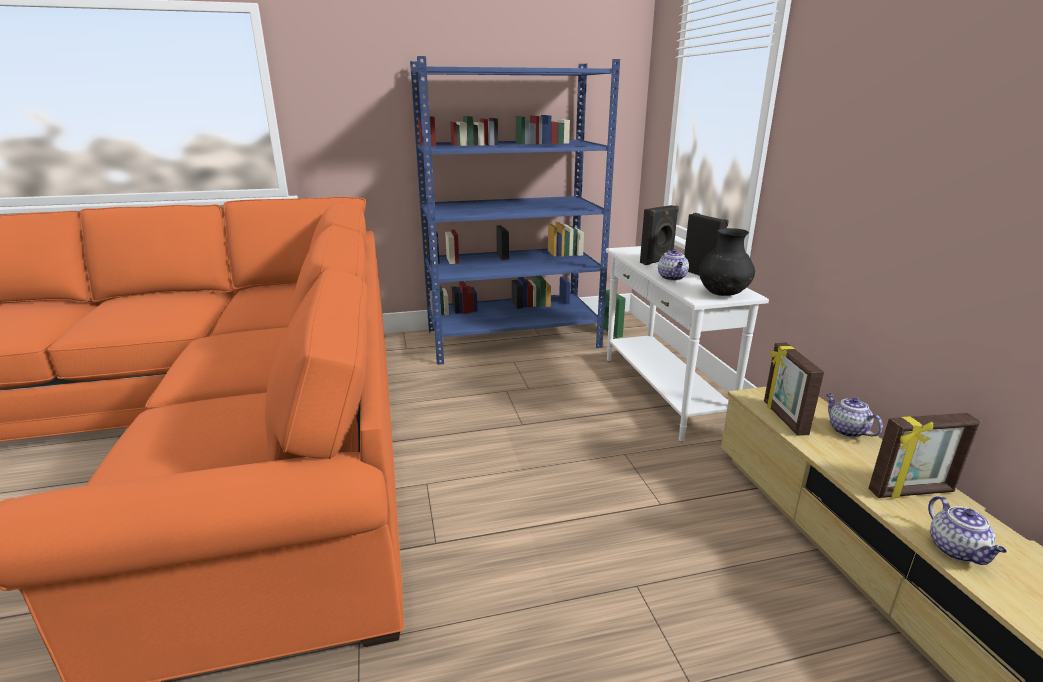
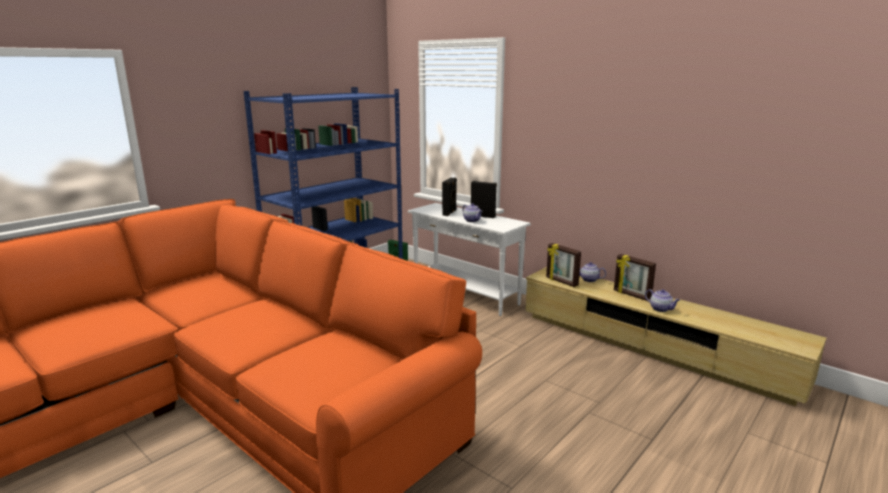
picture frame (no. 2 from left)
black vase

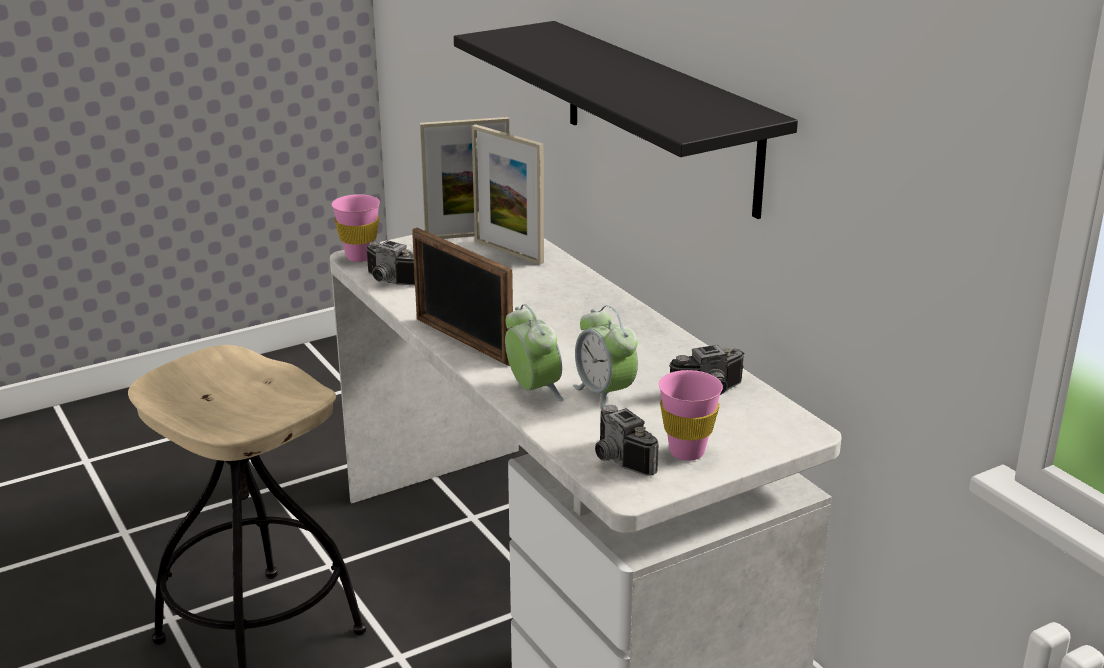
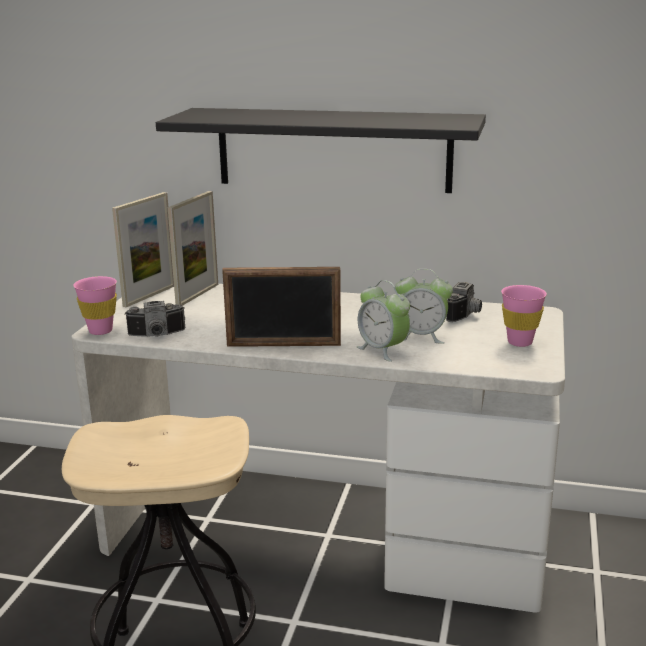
picture frame (no. 2 from left)
alarm clock (no. 1 from left)
photo camera (no. 2 from left in the first image)

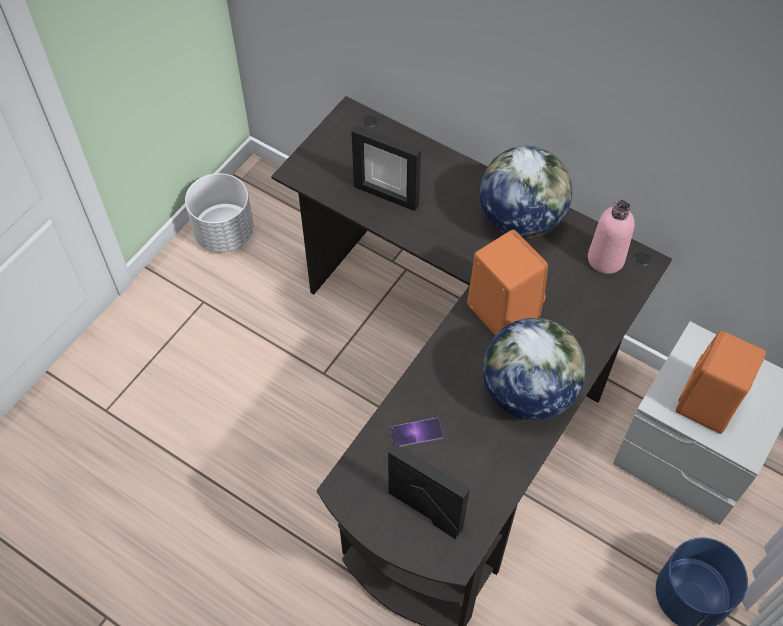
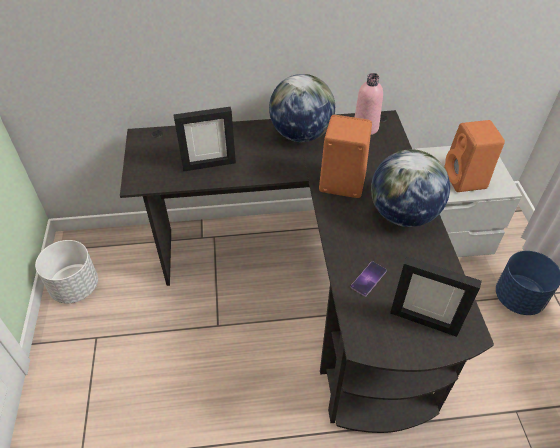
picture frame (no. 2 from left)

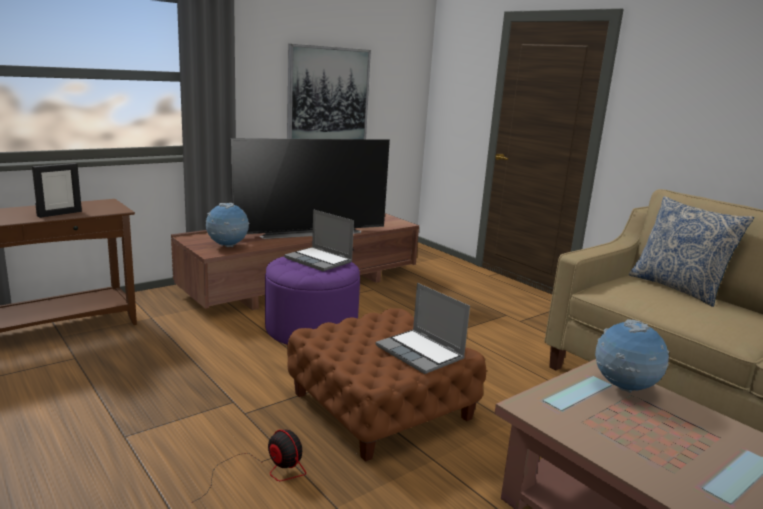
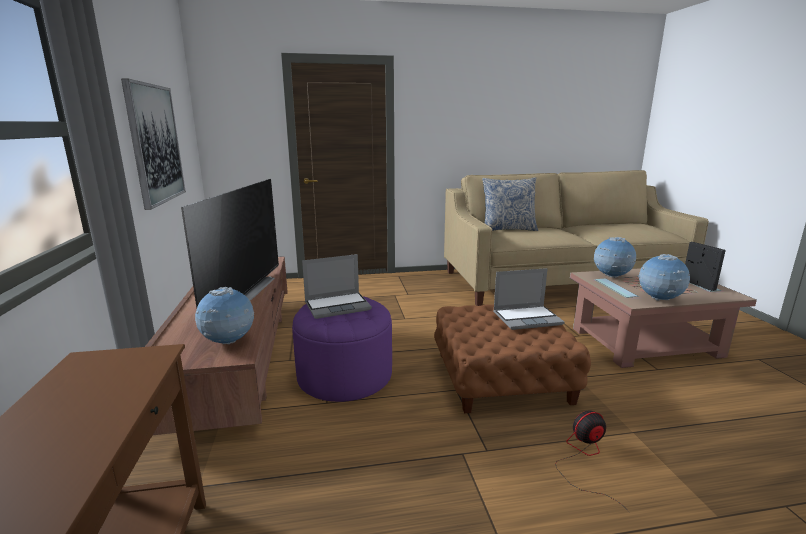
globe (no. 3 from left)
picture frame

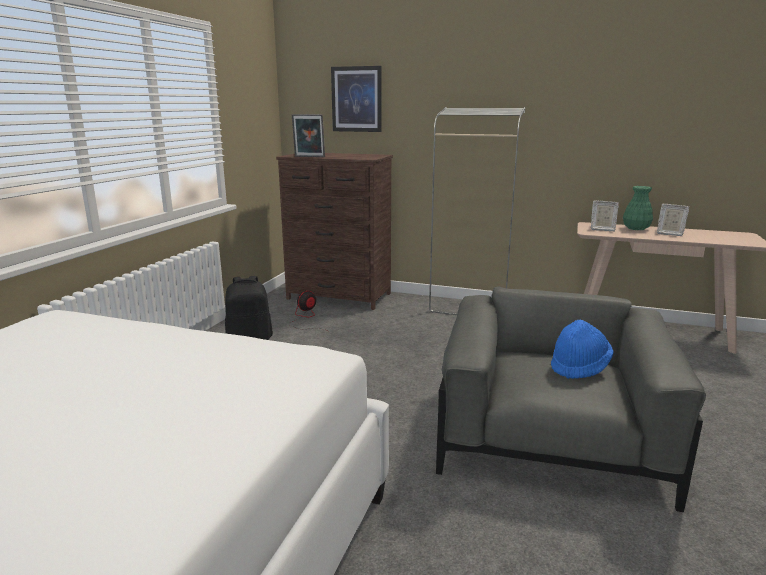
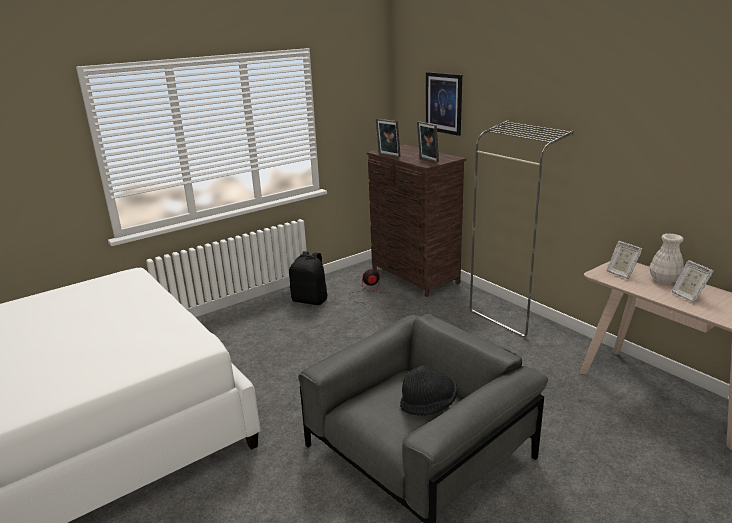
black hat
picture frame (no. 2 from left)
white vase

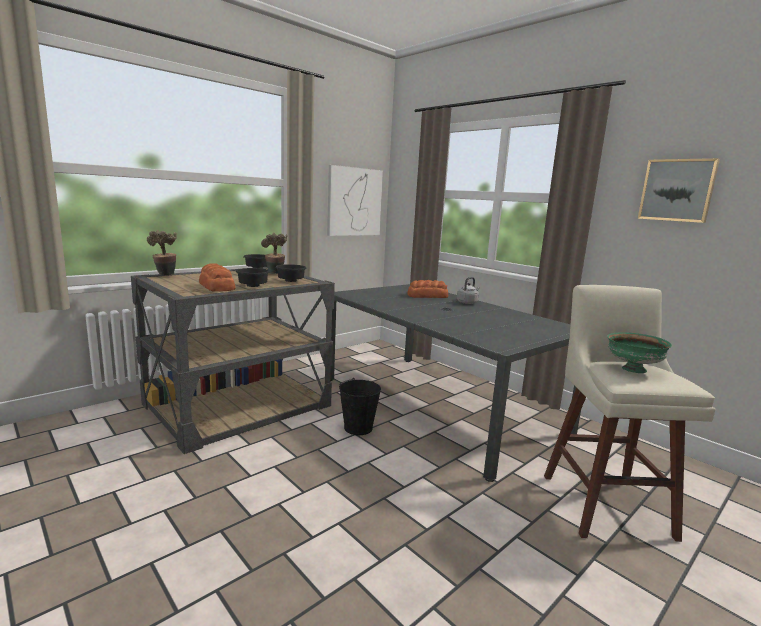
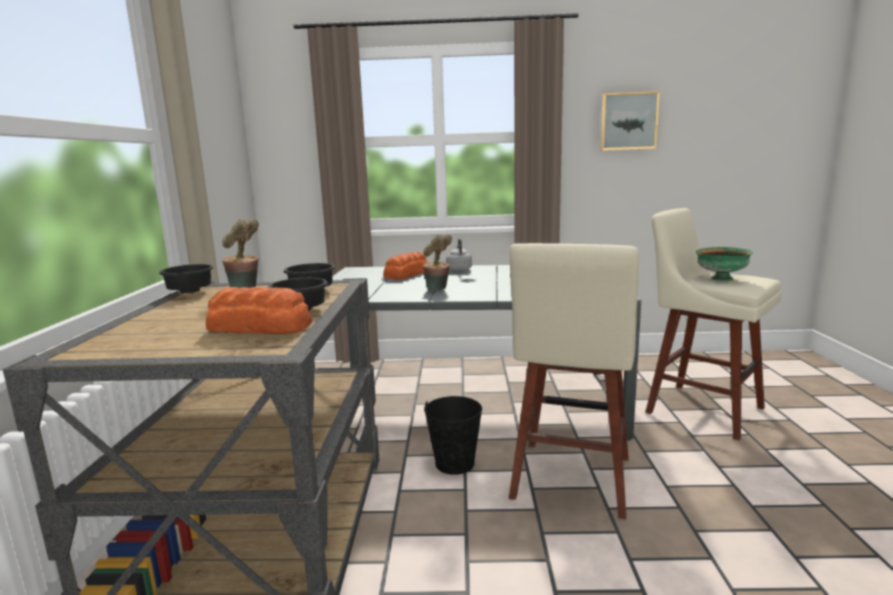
potted plant (no. 2 from left)
beige stool (no. 1 from left)
picture (no. 1 from left in the first image)

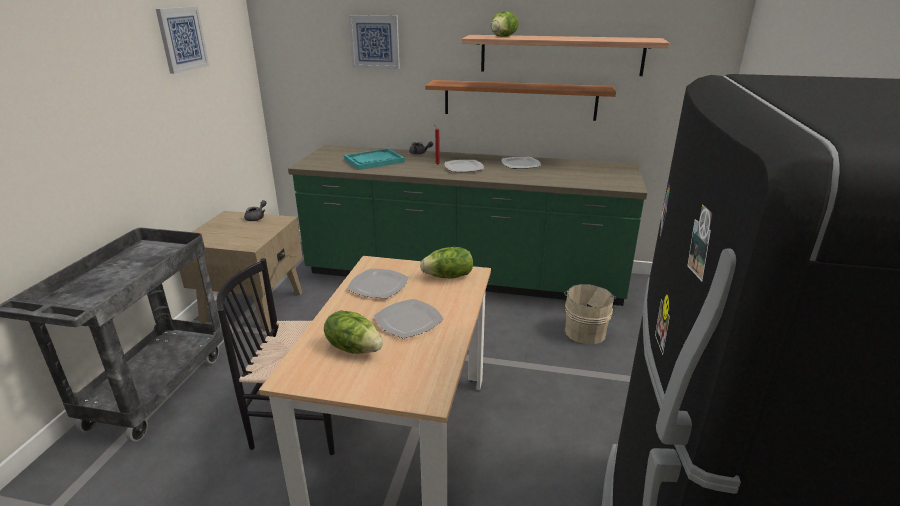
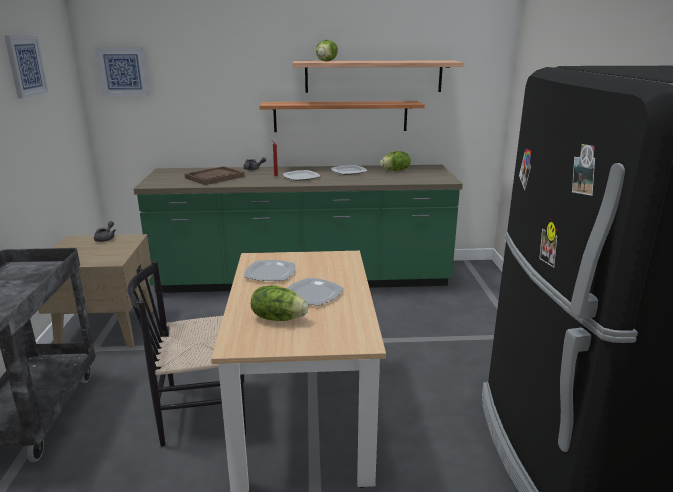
picture (no. 2 from left)
brown tray
lettuce (no. 3 from left)
beige bucket

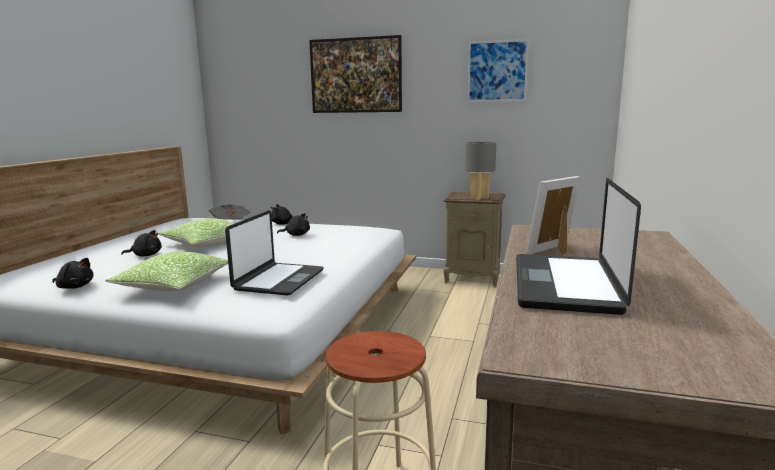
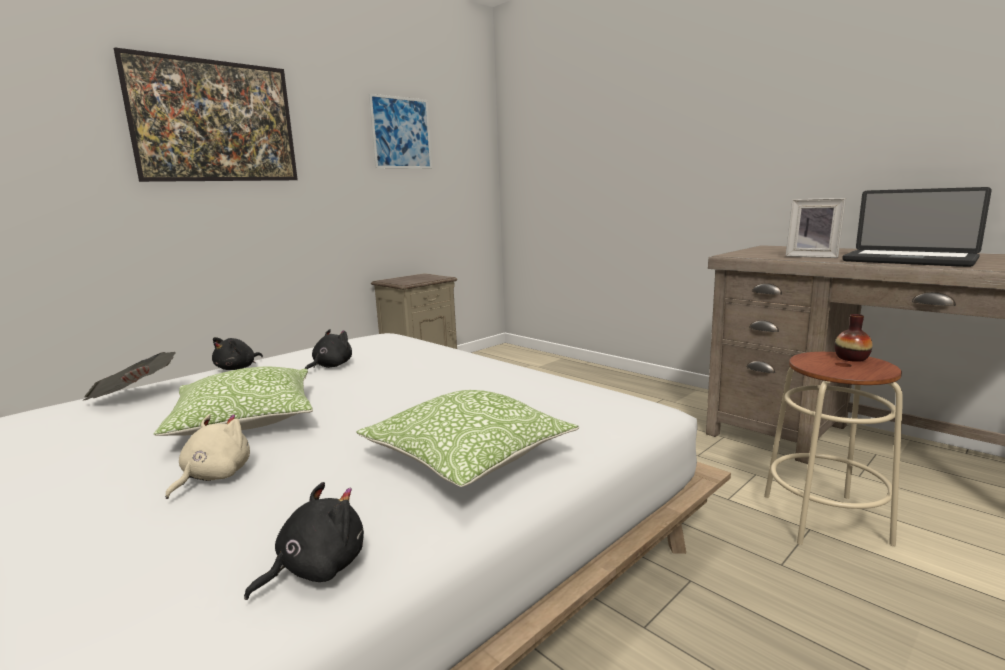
beige plush toy
picture frame
vase
laptop (no. 1 from left in the first image)
grey table lamp

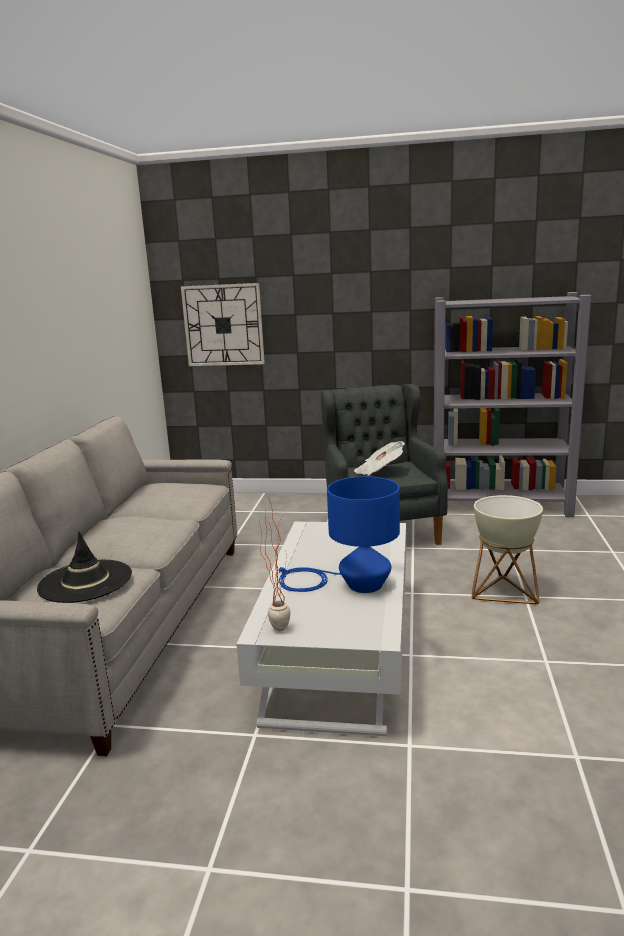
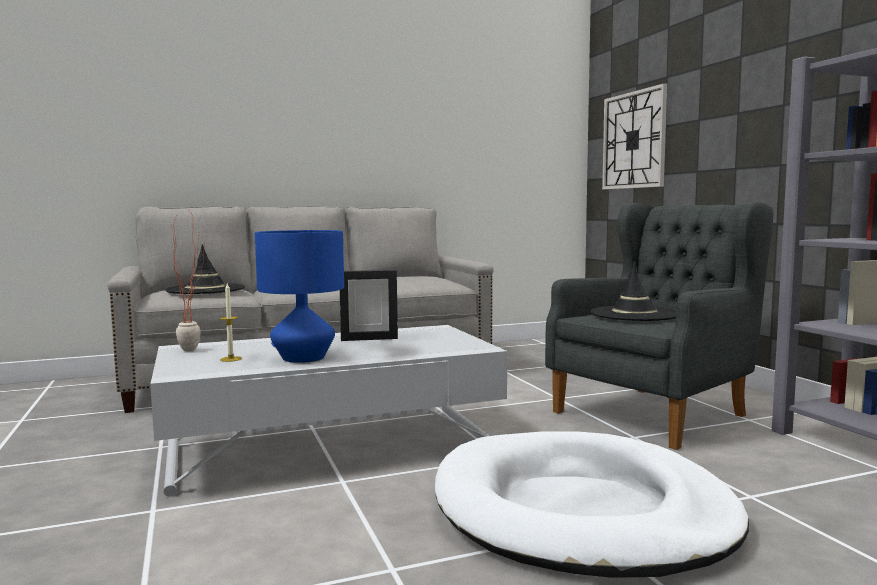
candle
picture frame
white dog bed
black hat (no. 2 from left)

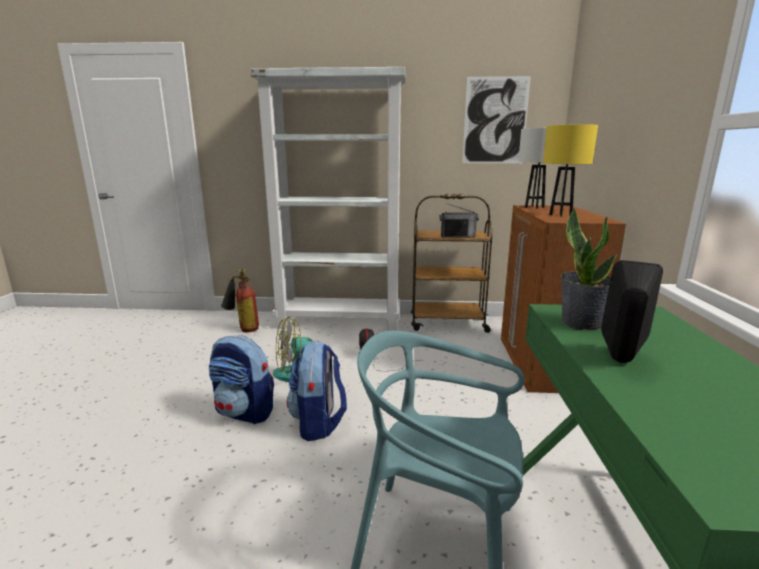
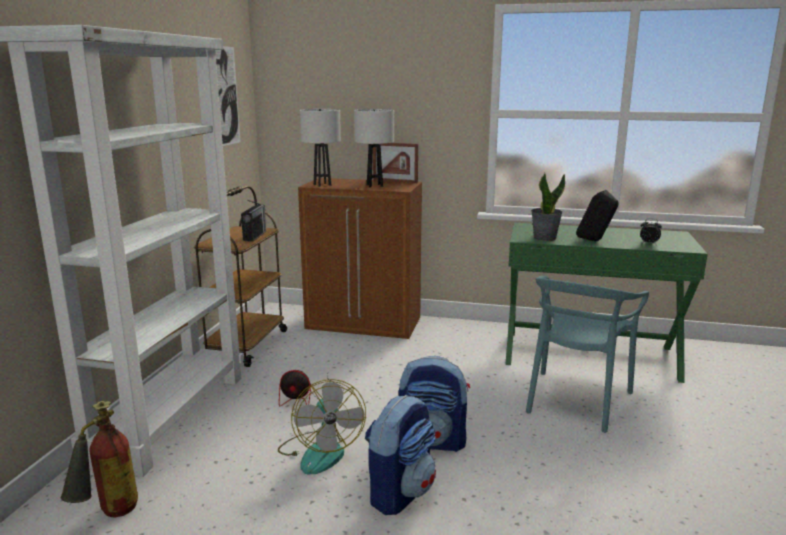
white table lamp (no. 2 from left)
picture frame
alarm clock

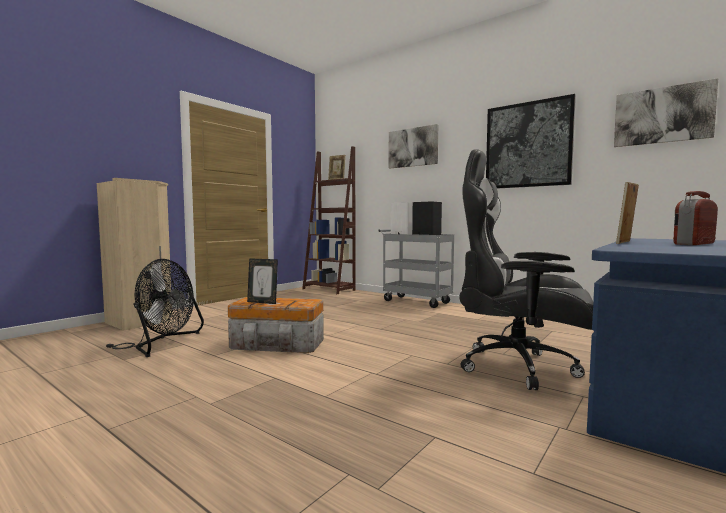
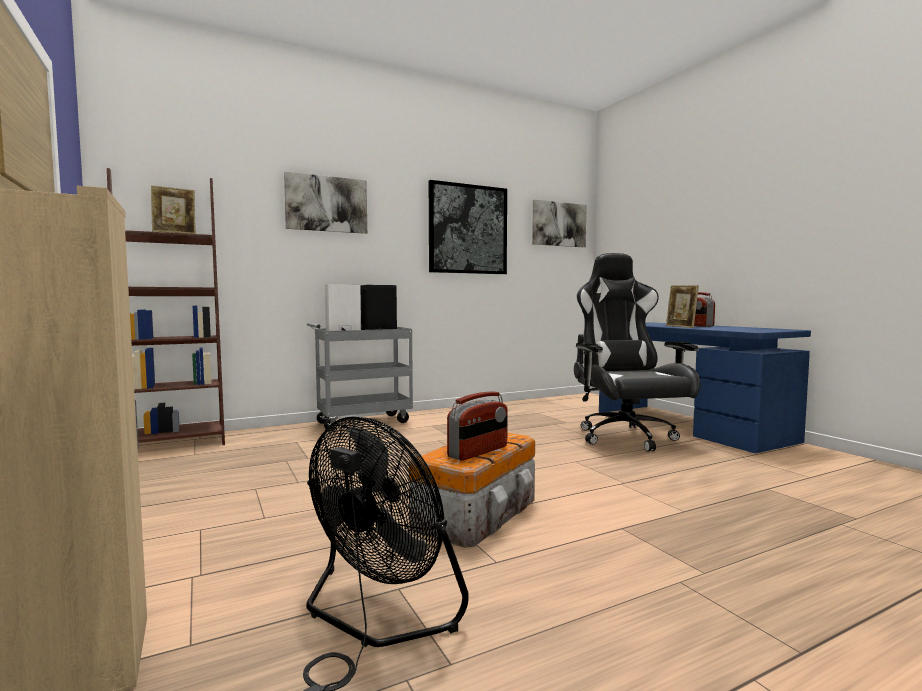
radio (no. 1 from left)
black office chair

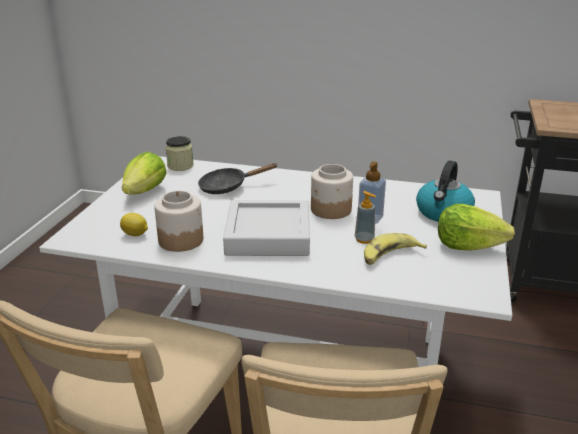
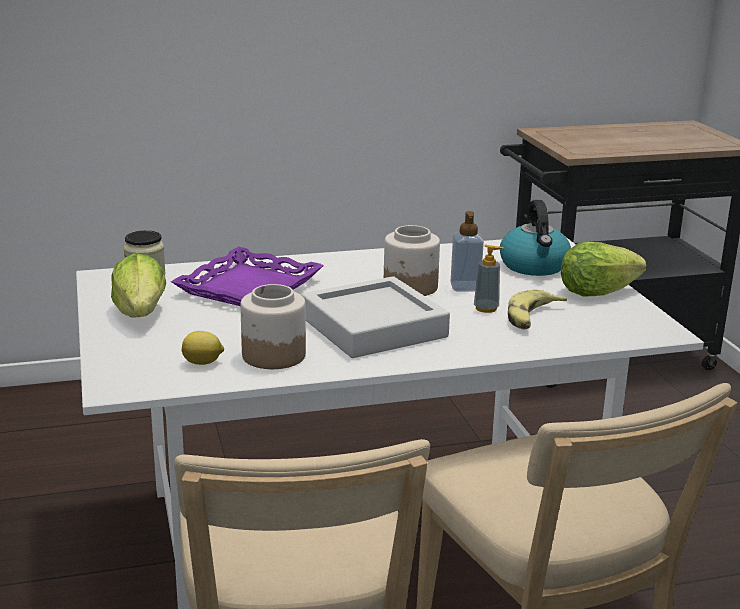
purple tray

